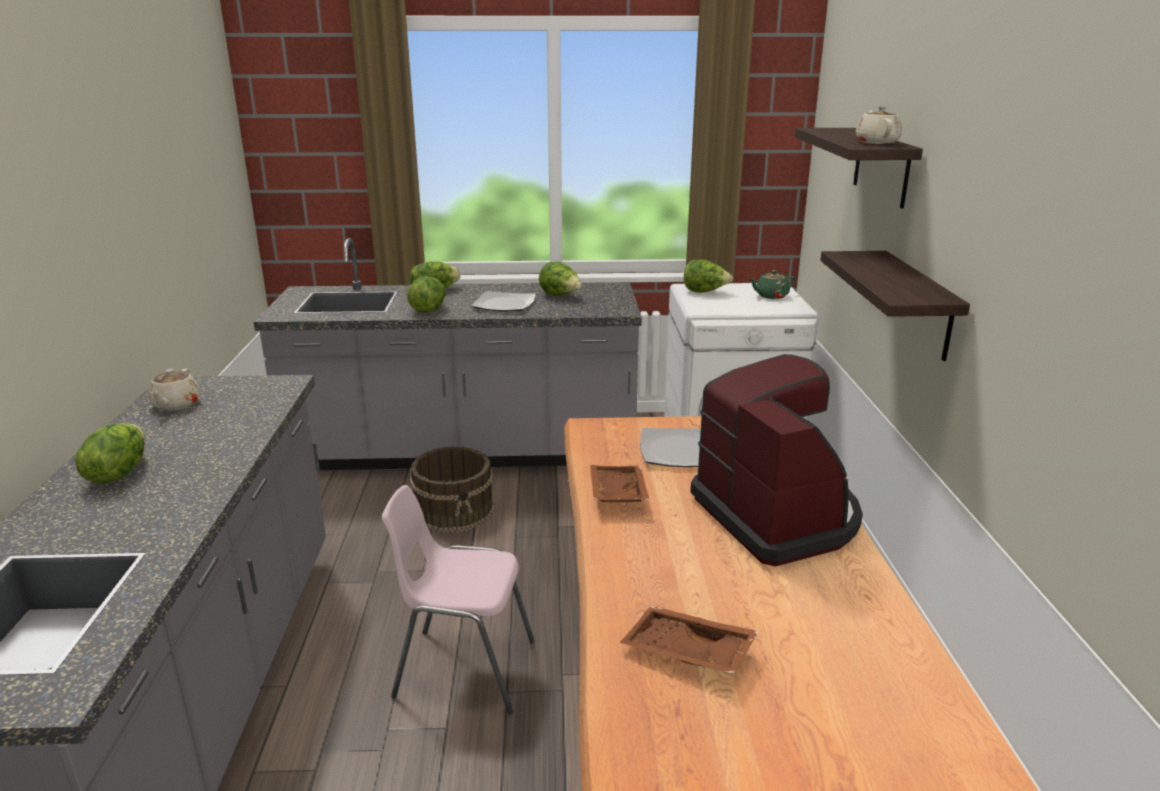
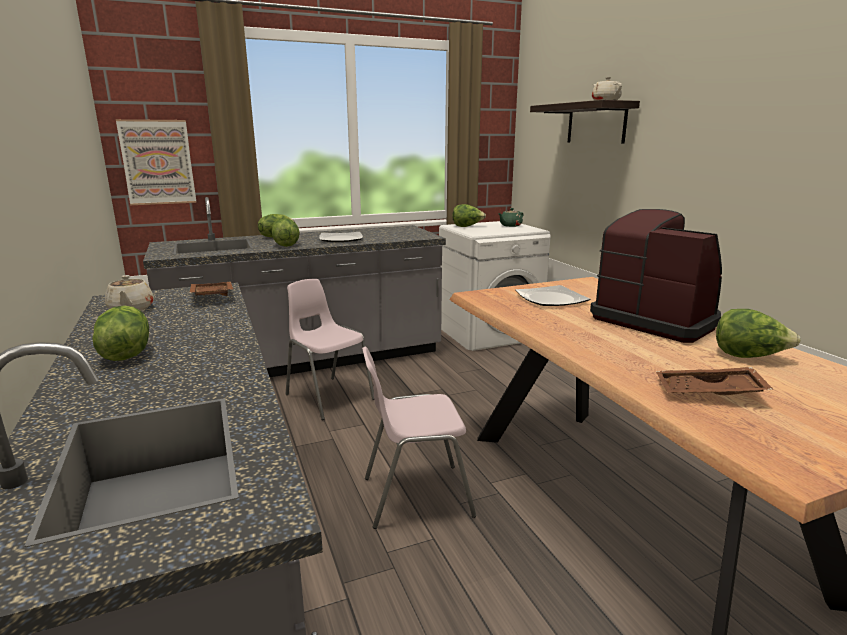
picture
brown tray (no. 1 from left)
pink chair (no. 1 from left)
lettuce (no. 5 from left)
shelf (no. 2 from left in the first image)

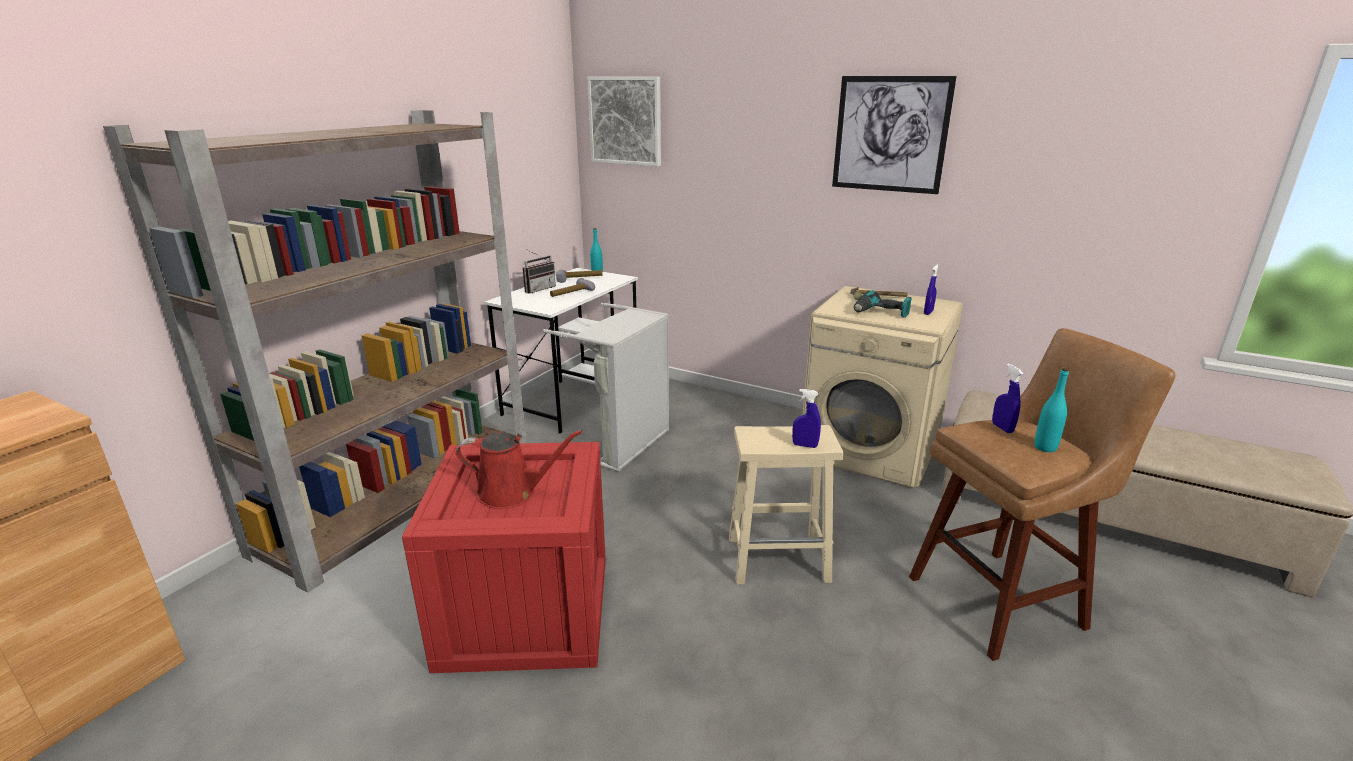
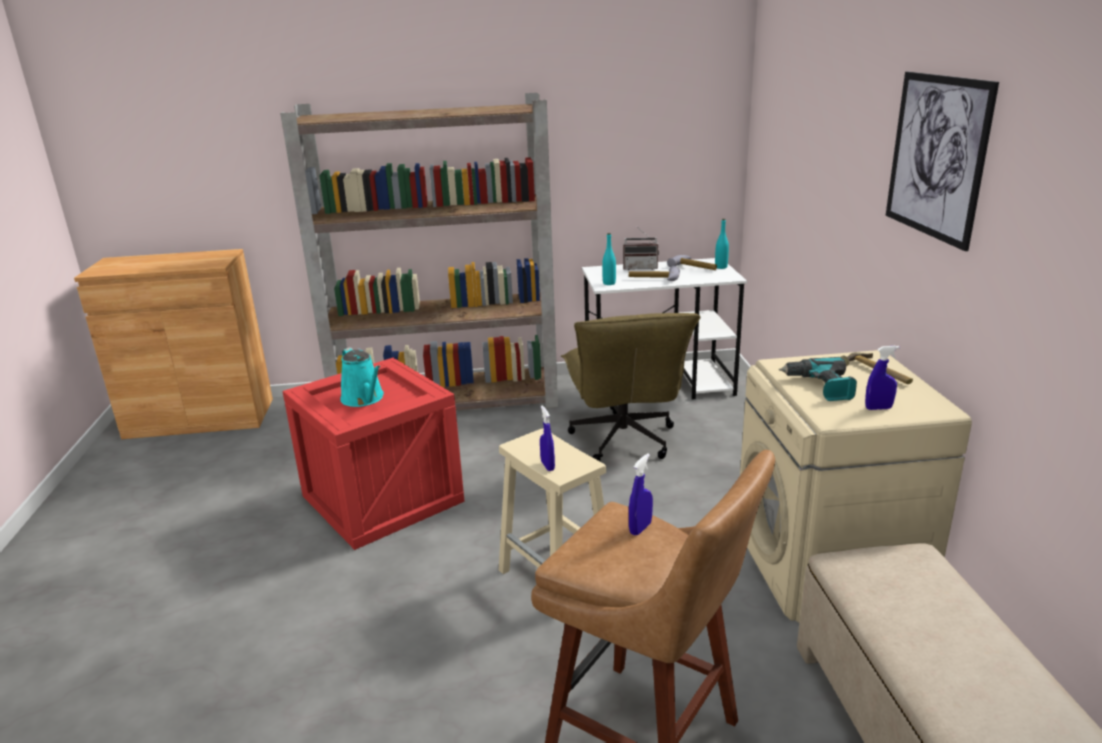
turquoise watering can
beige office chair
turquoise bottle (no. 1 from left)
picture (no. 1 from left in the first image)

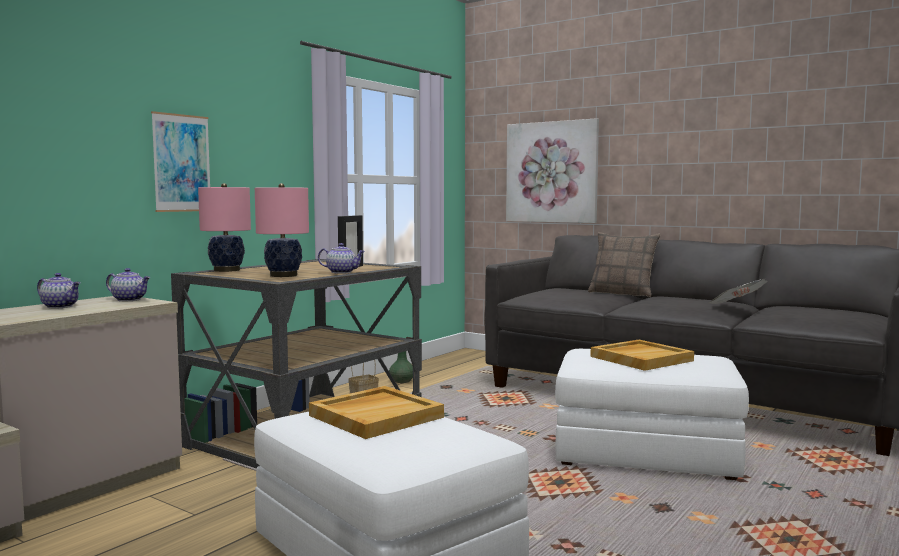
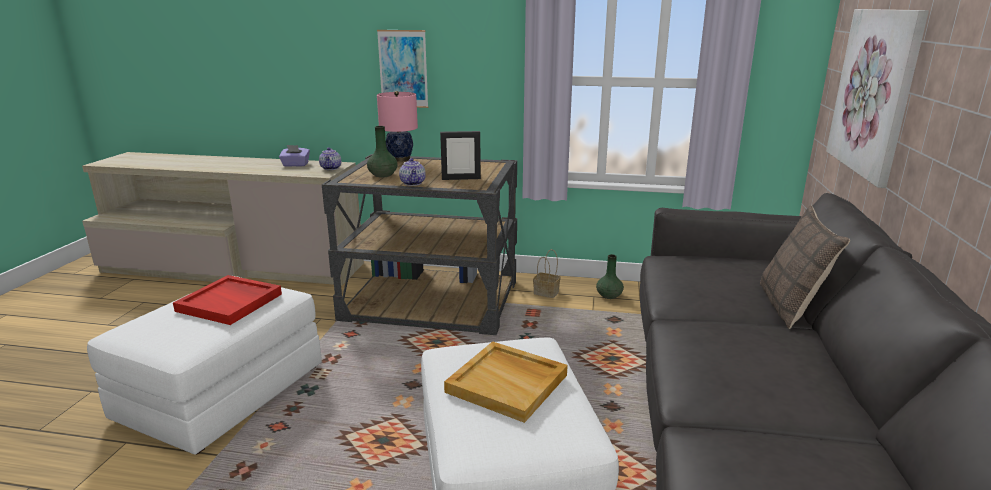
red tray
purple tissue box
green vase (no. 1 from left)
newspaper

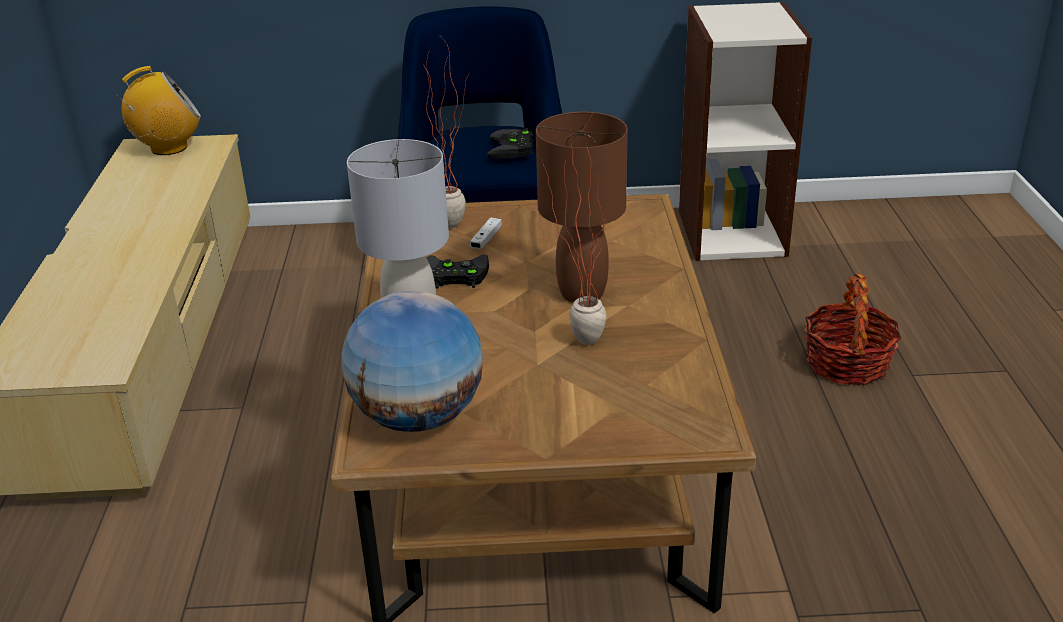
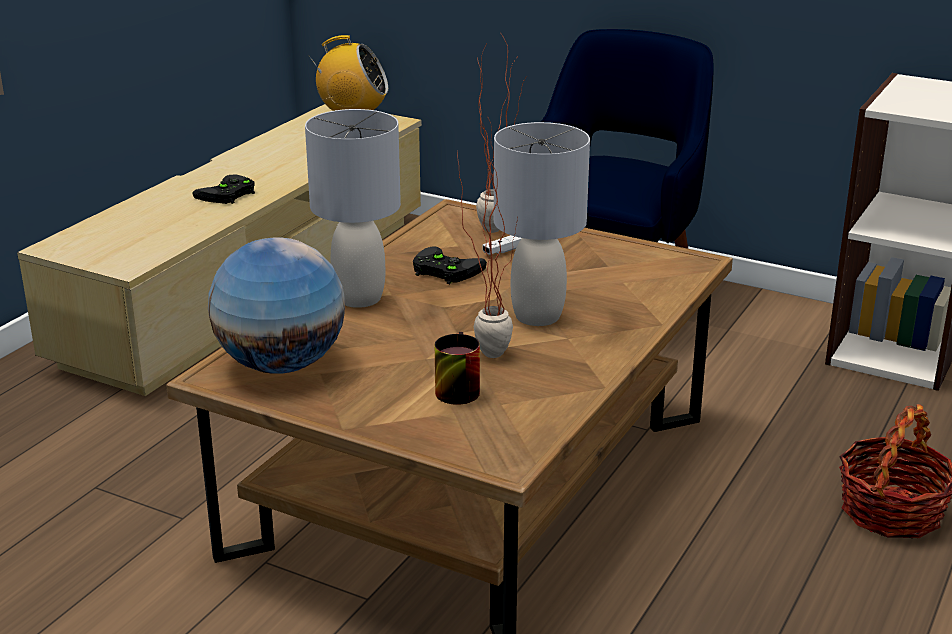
black game controller (no. 1 from left)
mug
grey table lamp (no. 2 from left)

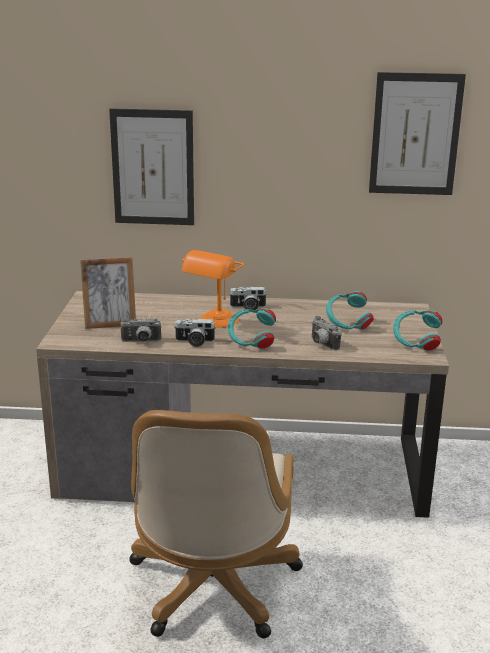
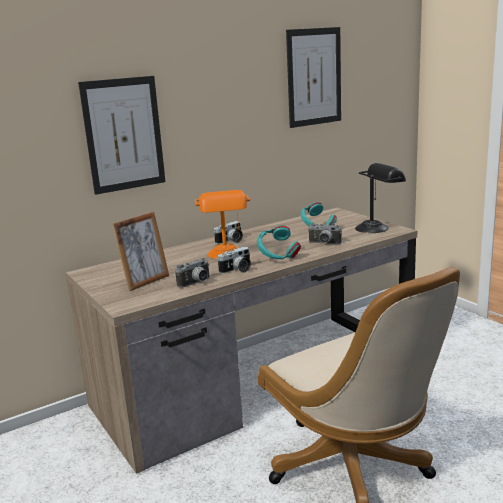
black table lamp

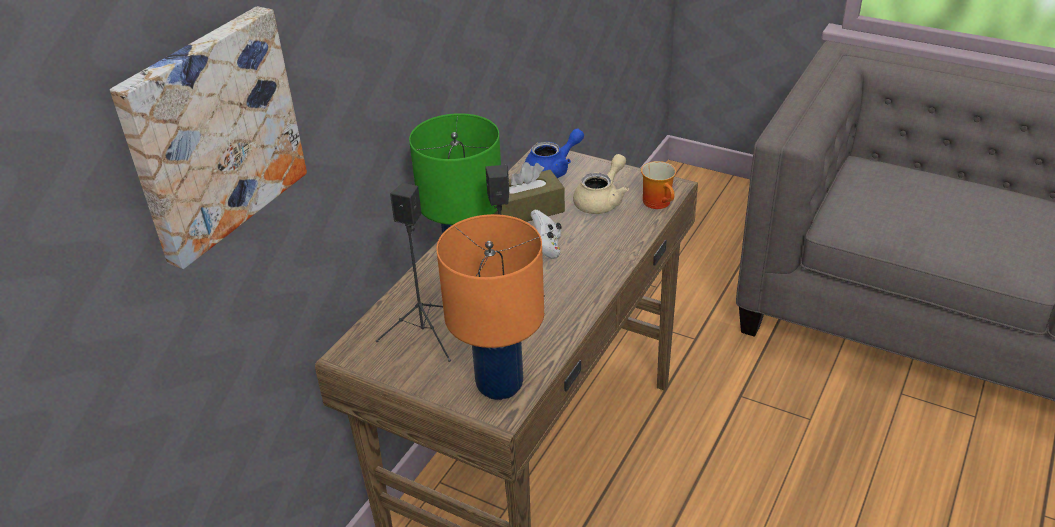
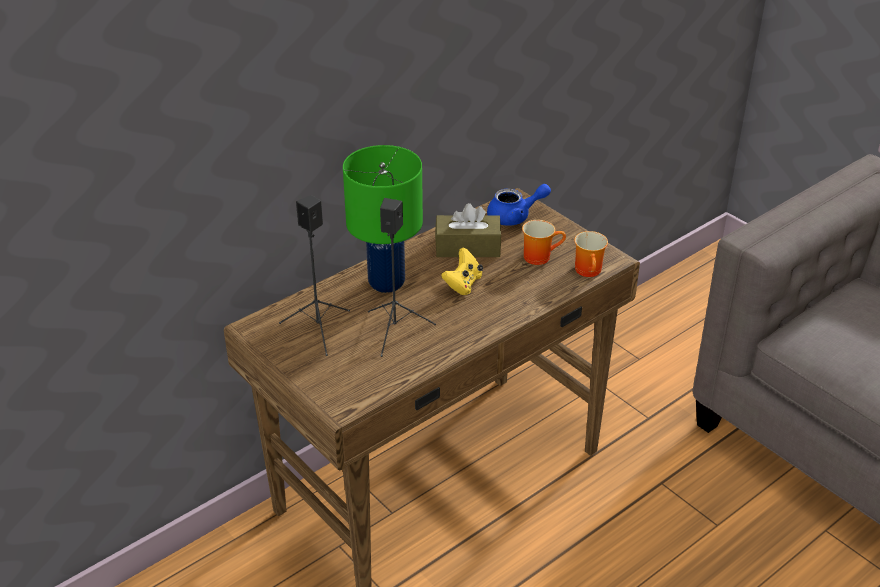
yellow game controller
mug (no. 1 from left)
picture
orange table lamp

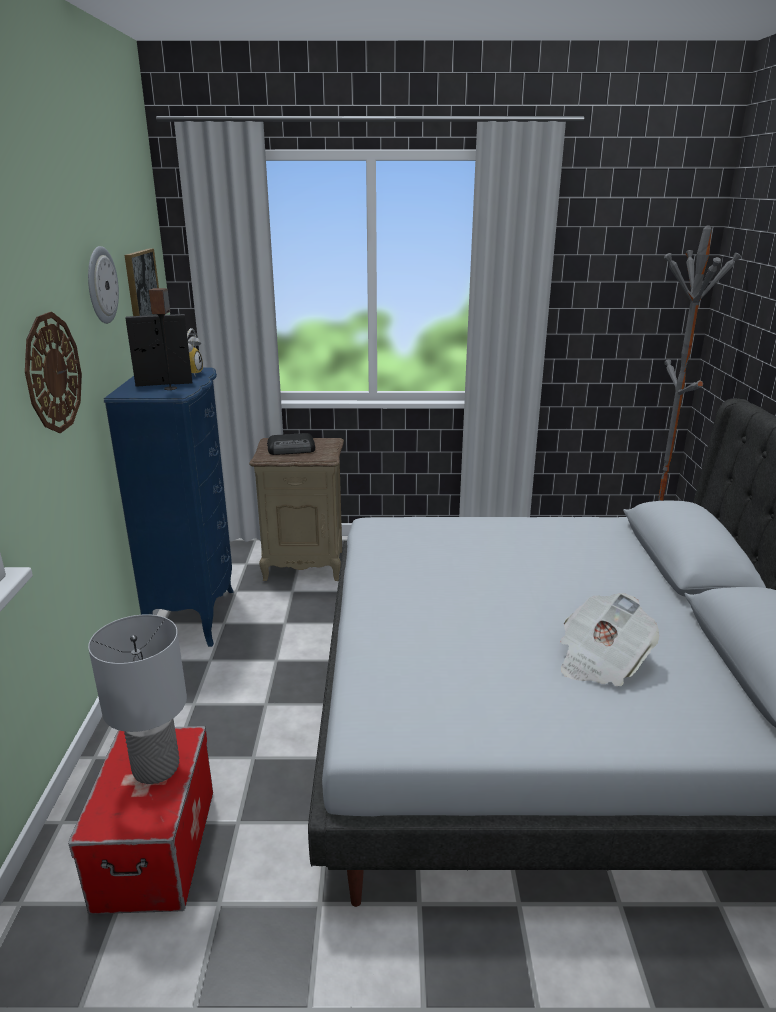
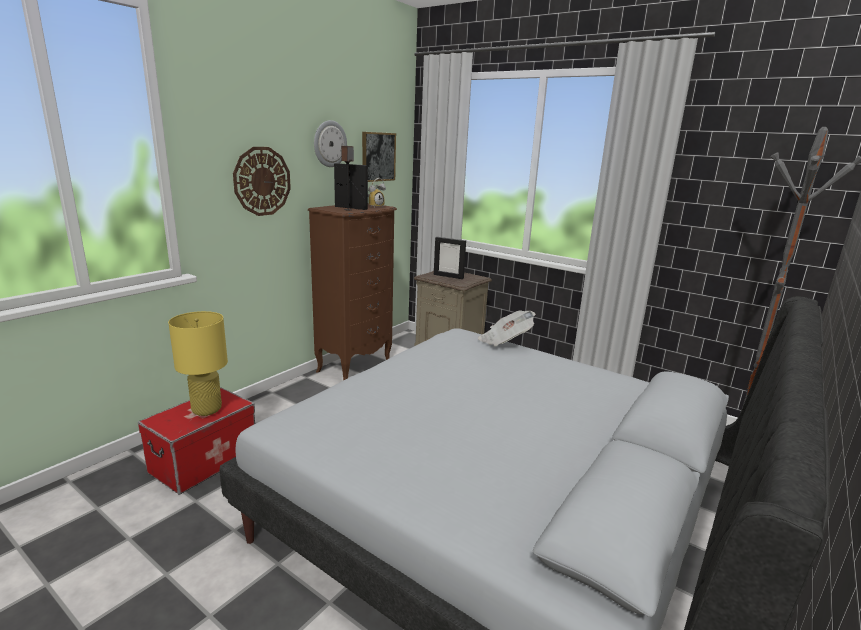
yellow table lamp
brown dresser
picture frame (no. 2 from left)
newspaper

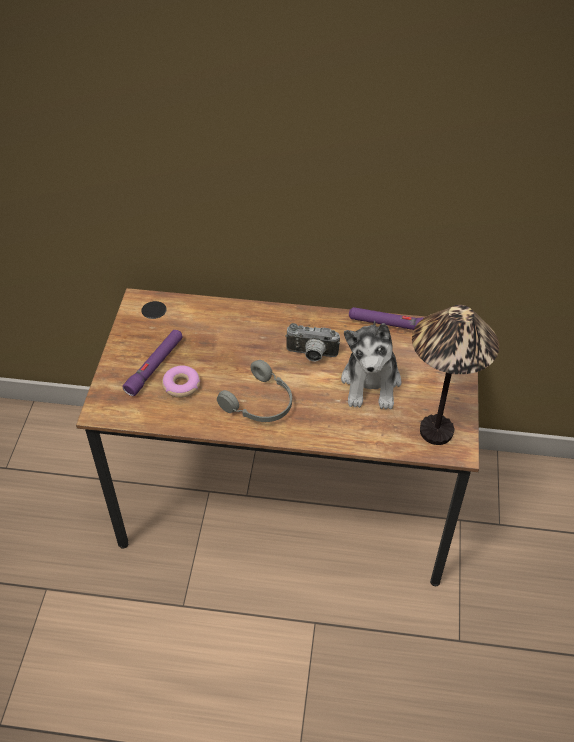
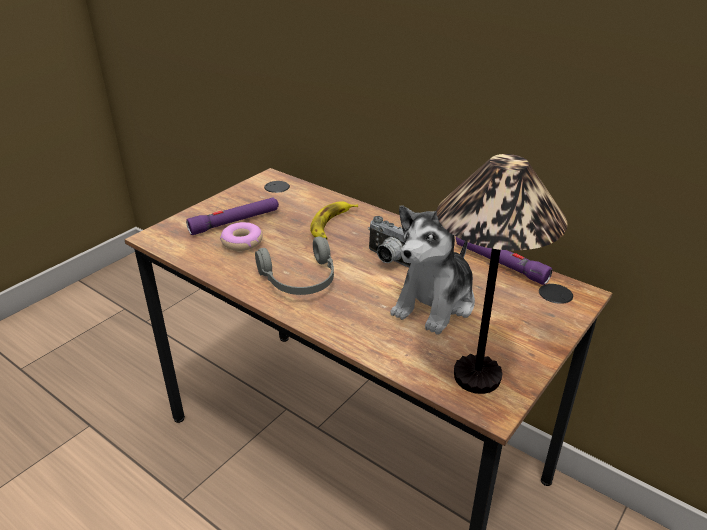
banana

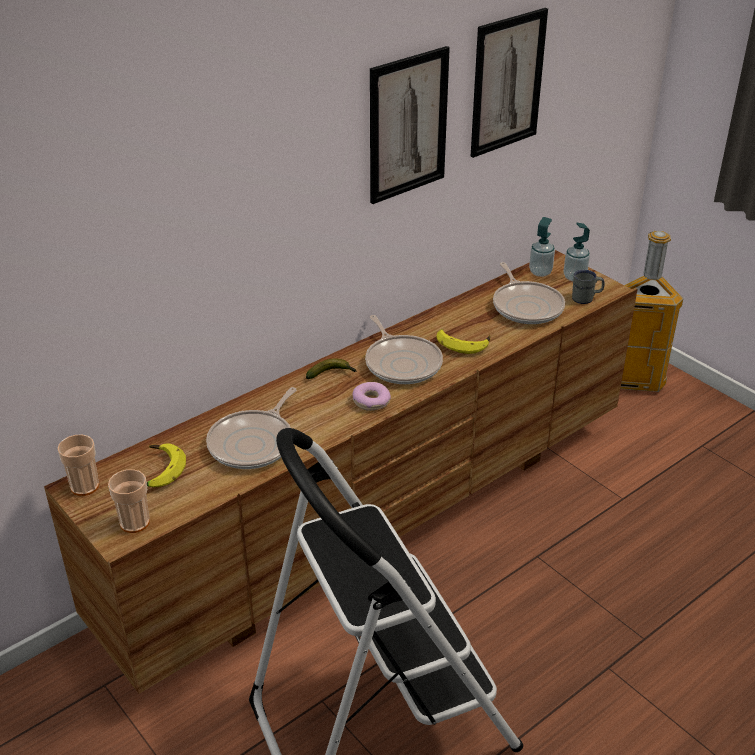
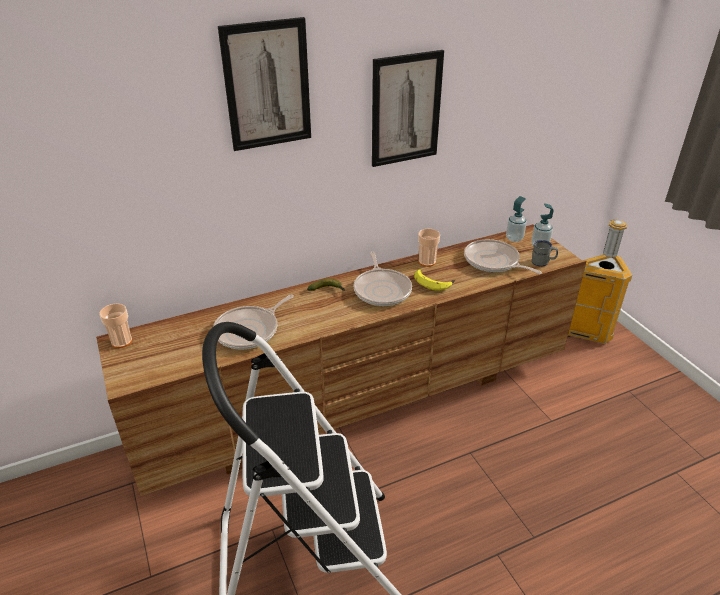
picture (no. 1 from left)
cup (no. 2 from left)
frying pan (no. 3 from left)
banana (no. 1 from left in the first image)
donut

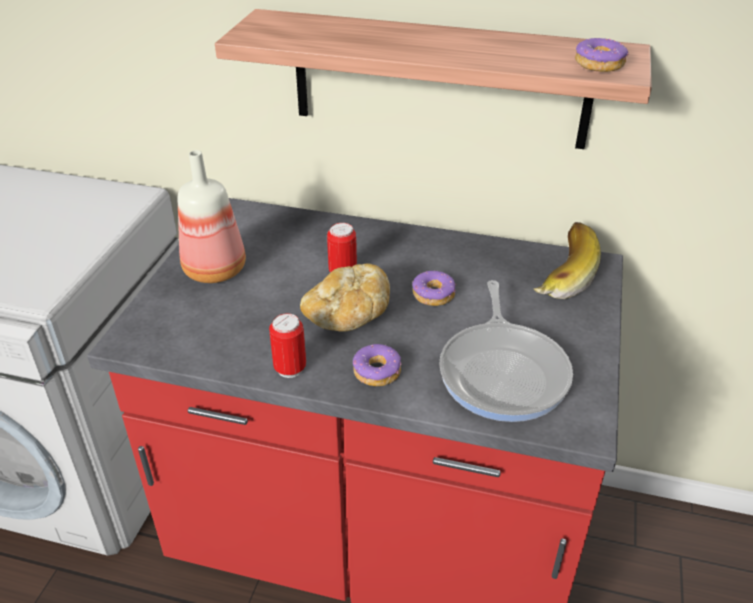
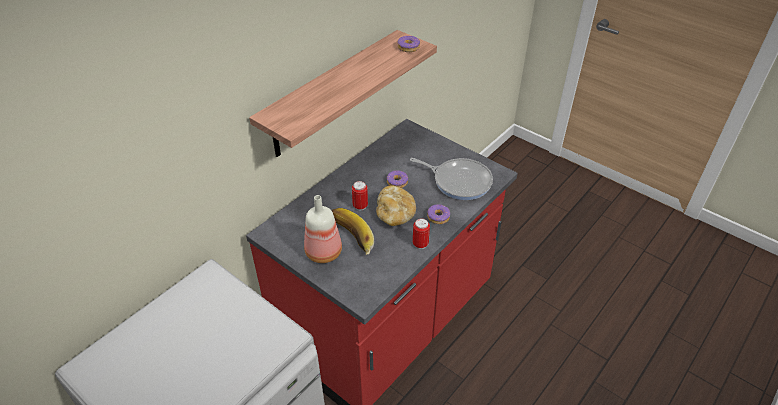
banana

